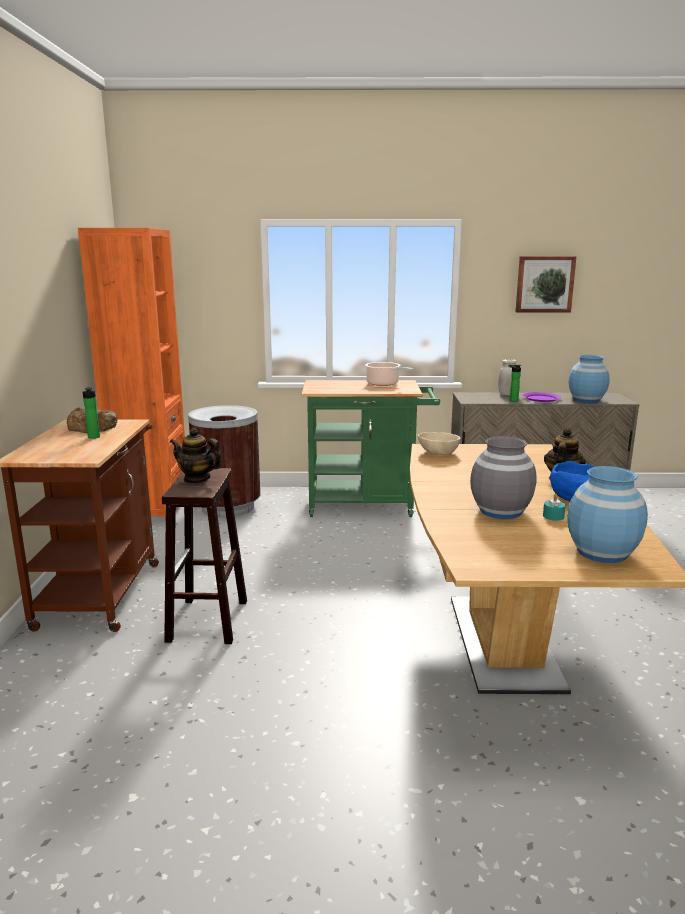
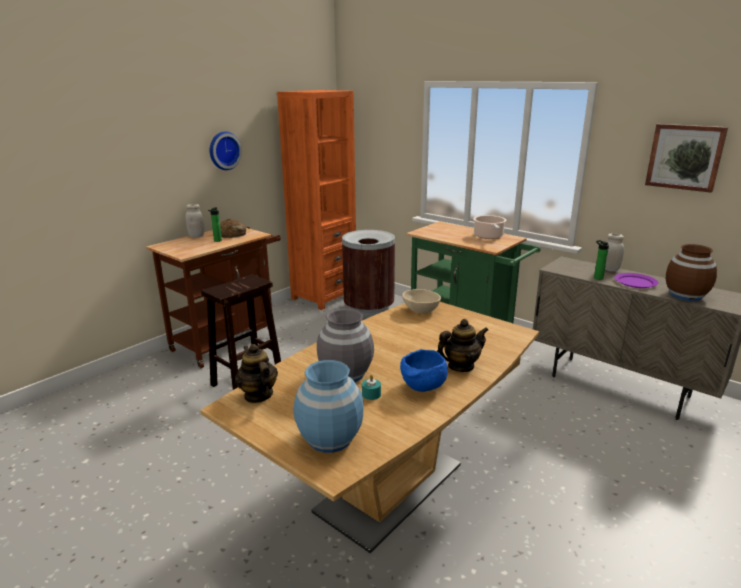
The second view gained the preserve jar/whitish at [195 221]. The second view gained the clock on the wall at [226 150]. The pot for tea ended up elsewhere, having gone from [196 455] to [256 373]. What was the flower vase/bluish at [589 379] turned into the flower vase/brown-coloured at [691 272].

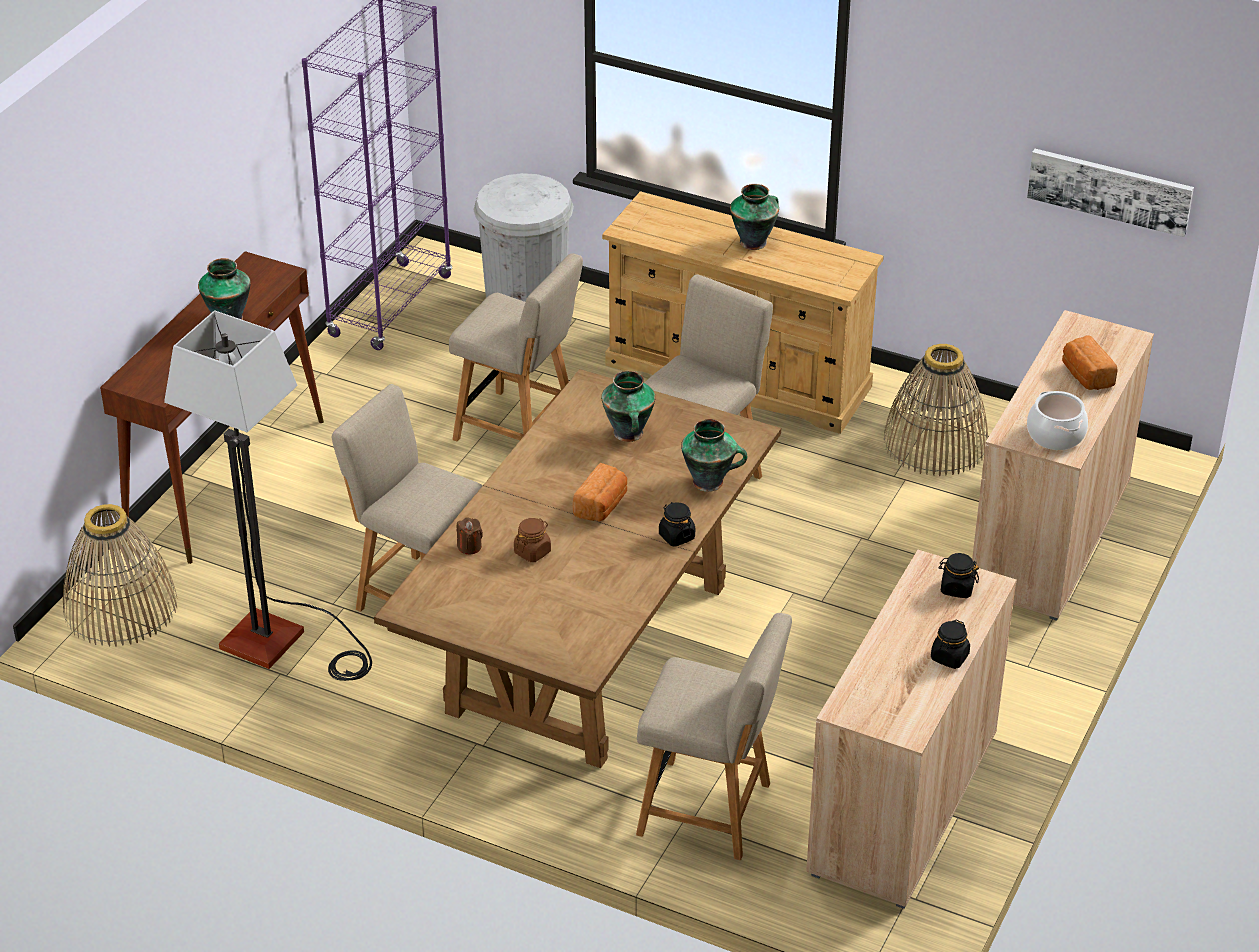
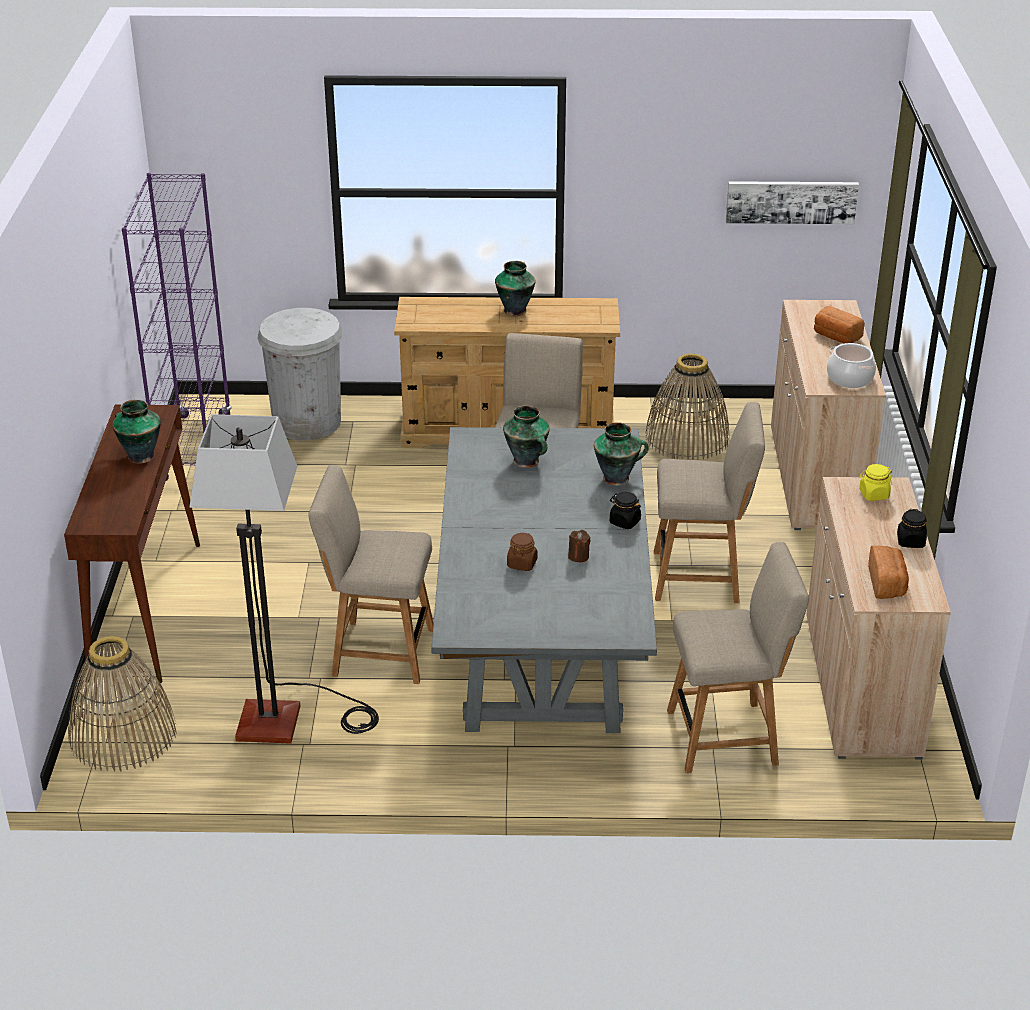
The upright chair/sand-coloured ended up elsewhere, having gone from [516 347] to [709 502]. The candle/brown-coloured ended up elsewhere, having gone from [470 535] to [579 546]. The bread ended up elsewhere, having gone from [600 492] to [888 572]. What was the dinner table/brown-coloured at [577 568] turned into the dinner table/greyish at [544 580]. What was the preserve jar/black-coloured at [958 575] turned into the preserve jar/yellow at [876 482].

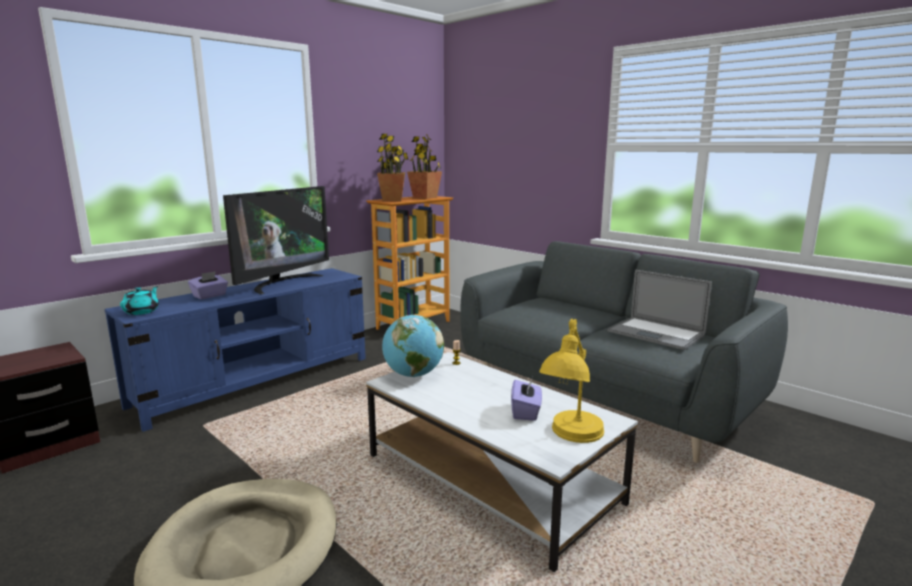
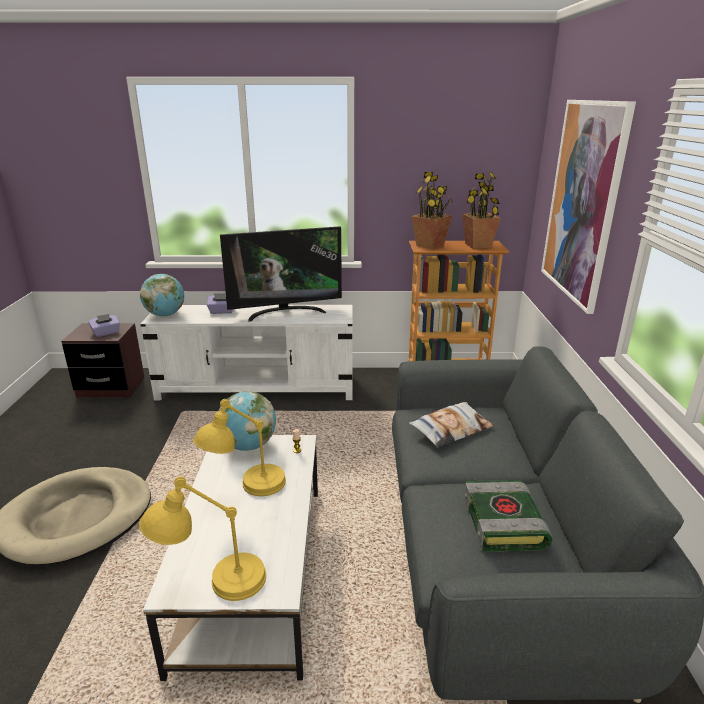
The second view gained the lamp for a table/yellow at [239 447]. The second view gained the throw pillow at [451 425]. The second view gained the wall picture at [588 207]. The tissue box/purple-coloured ended up elsewhere, having gone from [526 400] to [104 325]. Where the pot for tea/blue-green stood at [139 300], the desk globe came to stand at [162 295]. Where the laptop stood at [660 310], the book came to stand at [508 516]. What was the media console/bluish at [235 350] turned into the media console/whitish at [246 353].

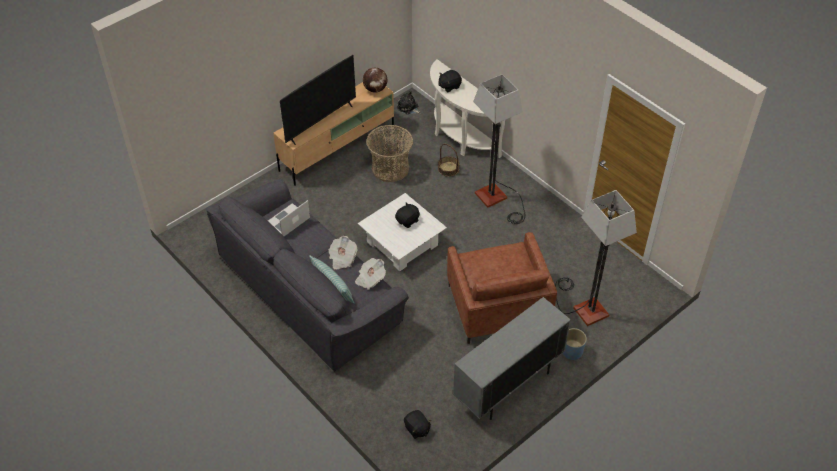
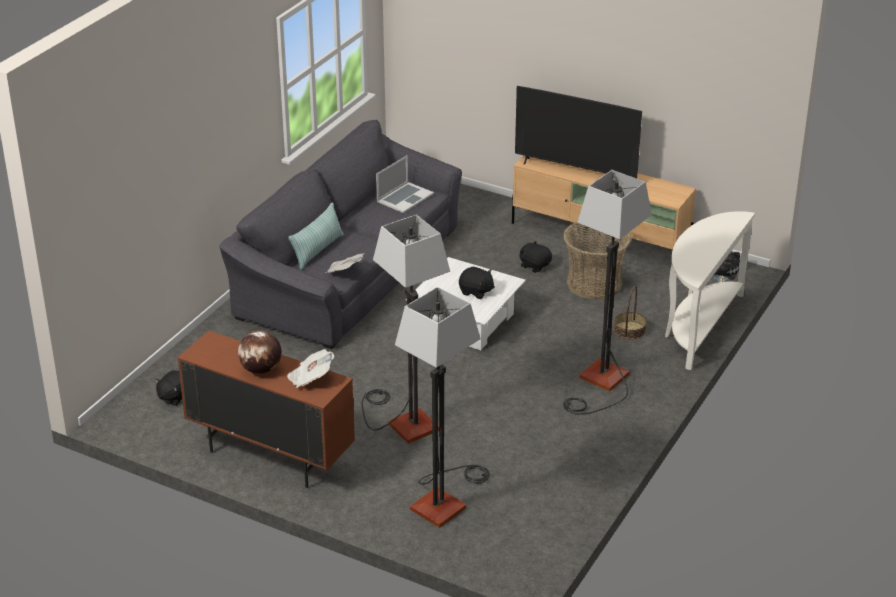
The second view lost the flower pot/bluish at [574 344]. The newspaper ended up elsewhere, having gone from [342 252] to [310 368]. The desk globe ended up elsewhere, having gone from [375 80] to [259 352]. The cuddly toy/black-coloured ended up elsewhere, having gone from [450 81] to [536 257]. Where the lounge chair/brown-coloured stood at [502 288], the standing lamp came to stand at [406 329]. What was the cabinet/greyish at [512 358] turned into the cabinet/brown-coloured at [266 409]. The laptop at [289 218] ended up facing another way, 105 degrees clockwise from before.

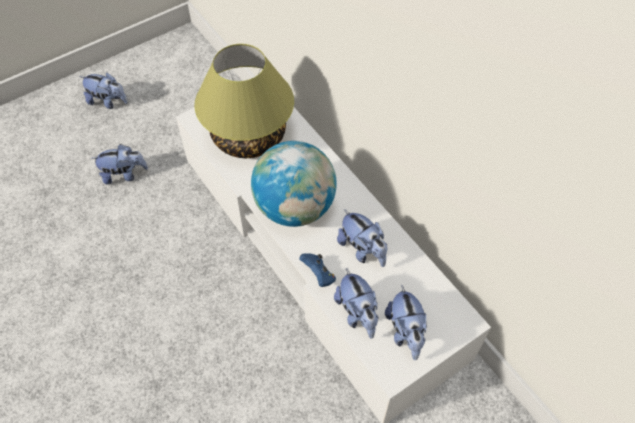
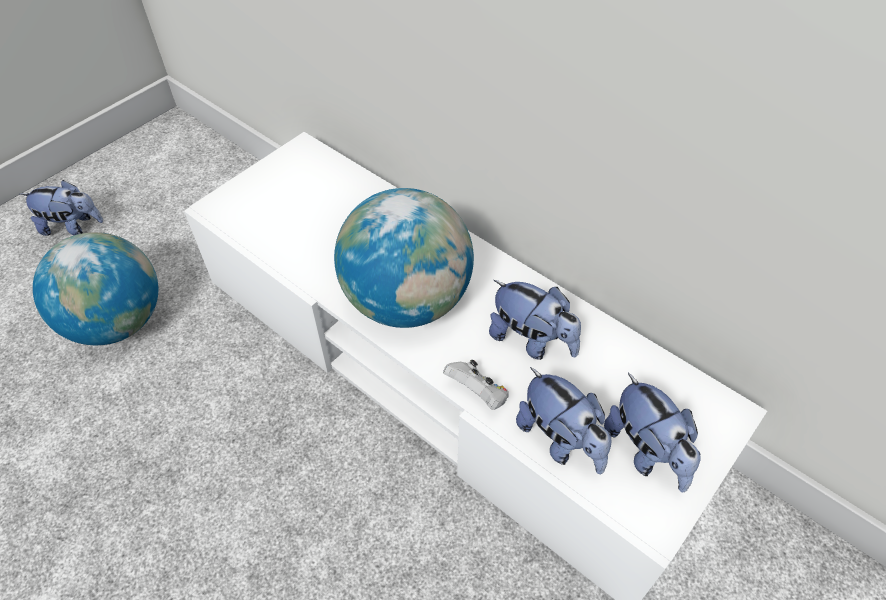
The second view lost the lamp for a table at [244 101]. Where the cuddly toy stood at [119 164], the desk globe came to stand at [95 288]. What was the gamepad/bluish at [317 270] turned into the gamepad/whitish at [476 385].

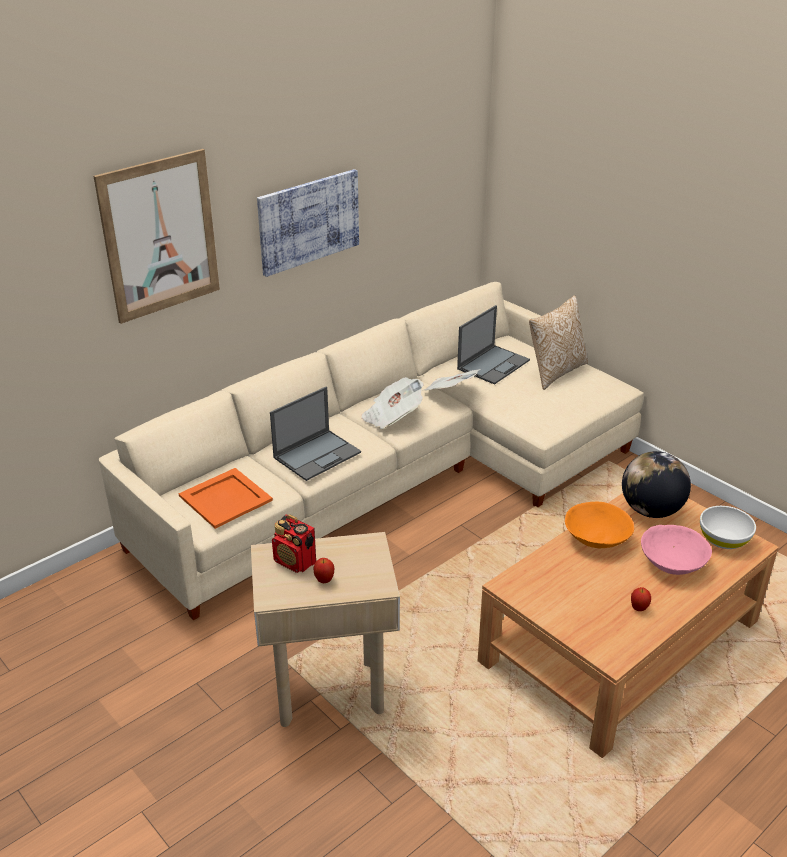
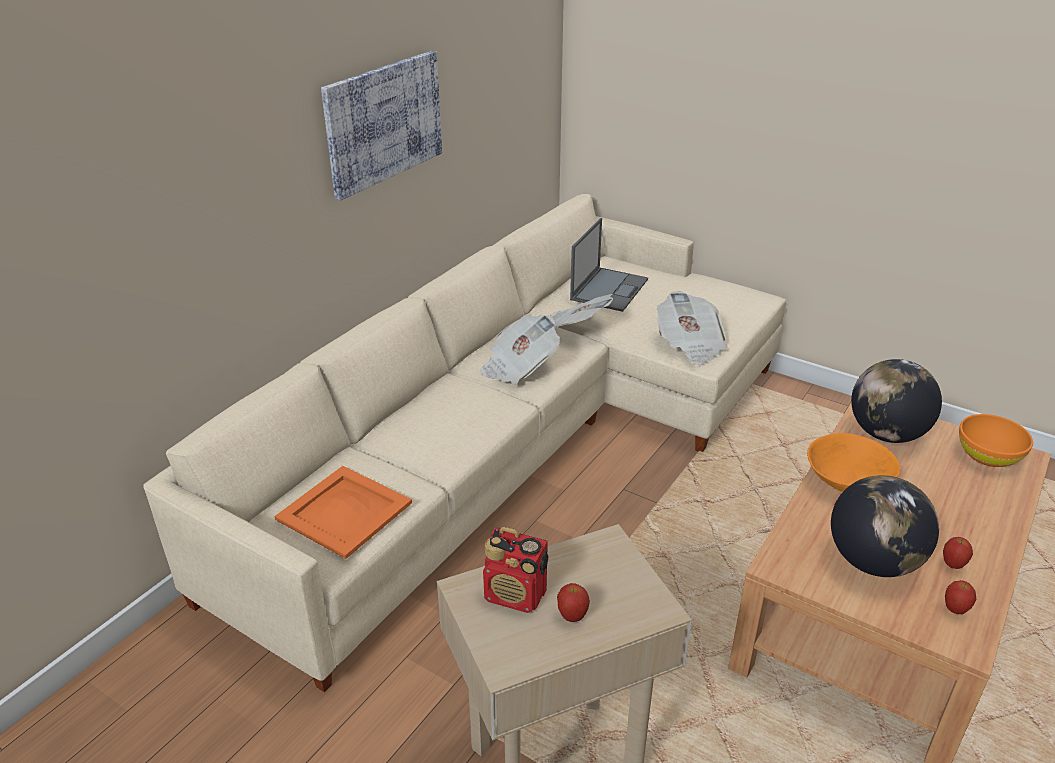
The second view lost the wall picture at [157 236]. The second view lost the laptop at [315 434]. The second view lost the throw pillow at [558 343]. The second view lost the deep dish/pinkish at [676 550]. The second view gained the newspaper at [692 328]. The second view gained the desk globe at [885 526]. The second view gained the apple at [960 597]. What was the deep dish/whitish at [728 527] turned into the deep dish/orange-coloured at [996 440].

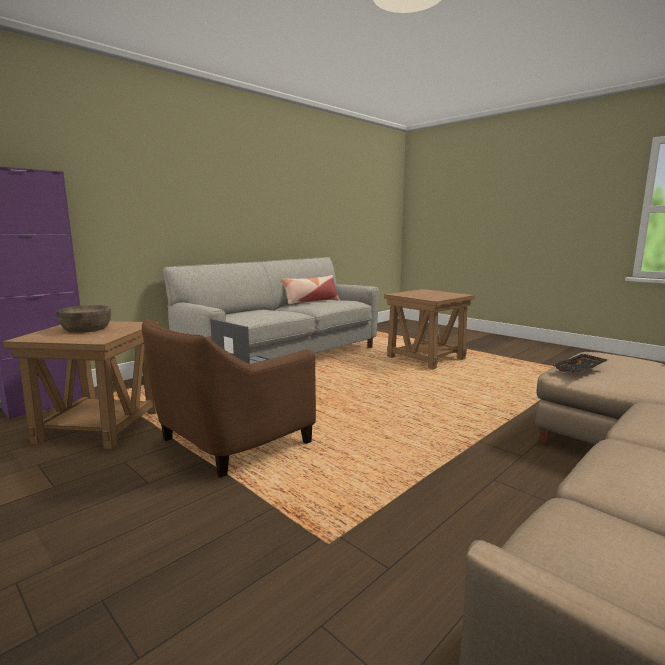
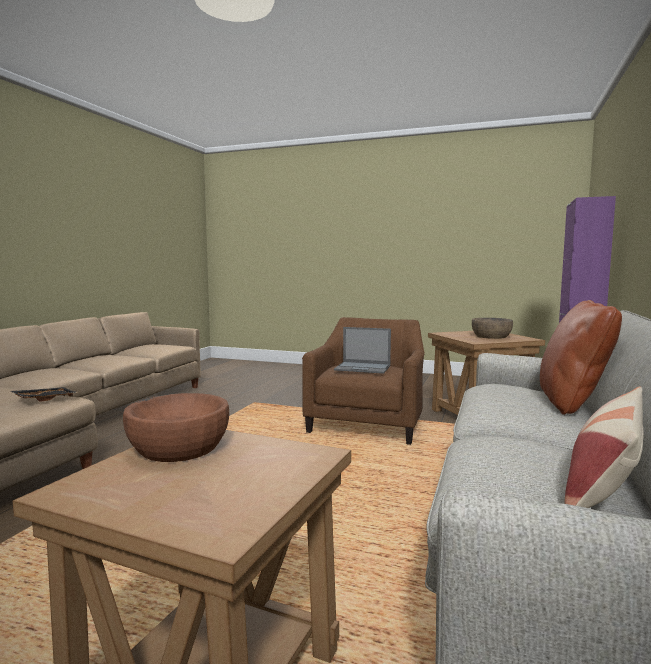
The second view gained the deep dish/brown-coloured at [176 427]. The second view gained the throw pillow/brown-coloured at [581 357].

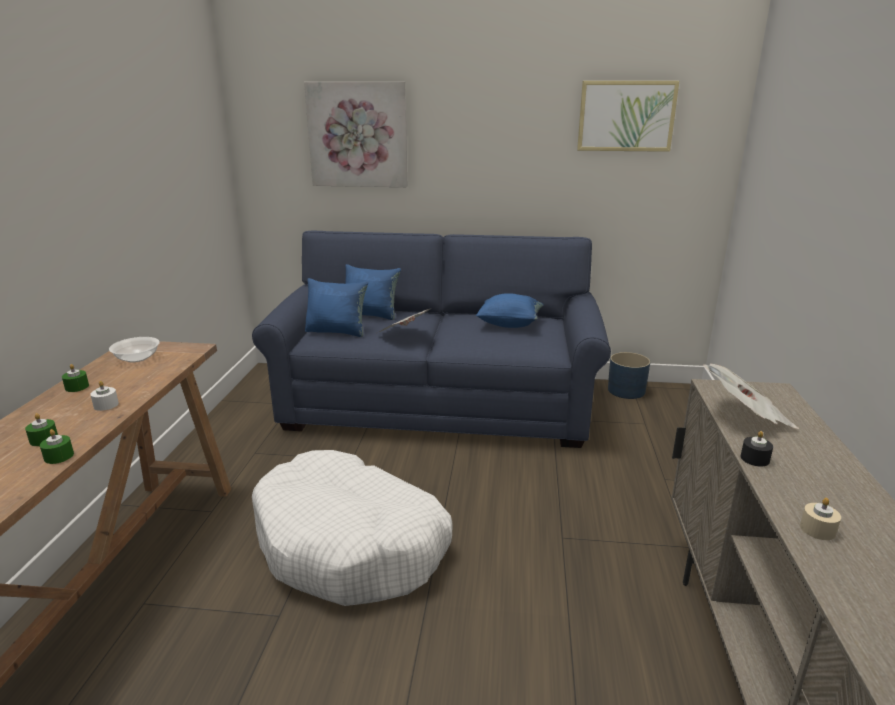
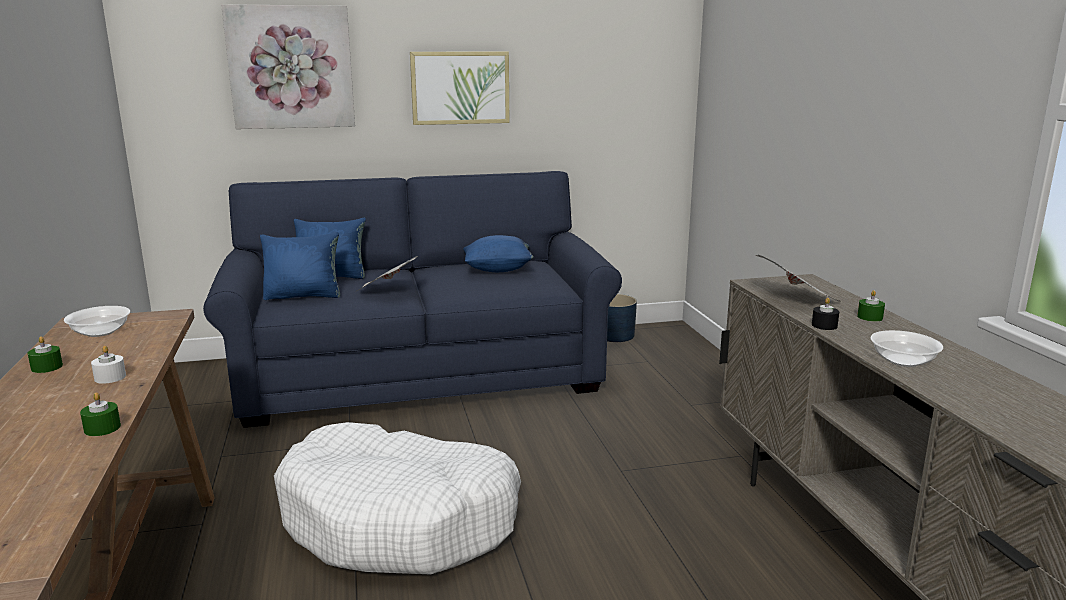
The candle/green-coloured ended up elsewhere, having gone from [41 429] to [871 306]. The wall picture ended up elsewhere, having gone from [628 116] to [459 88]. Where the candle/sand-coloured stood at [820 519], the deep dish came to stand at [906 348].

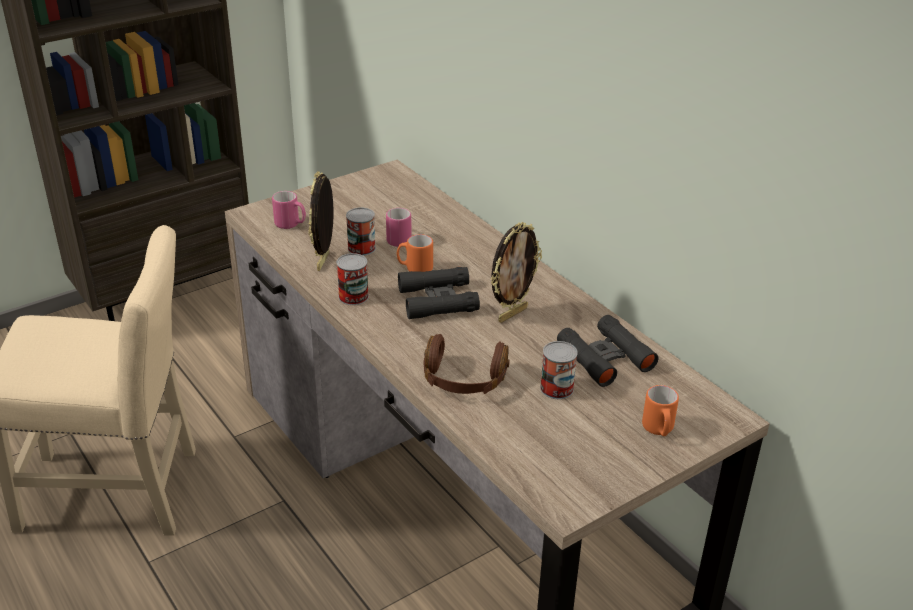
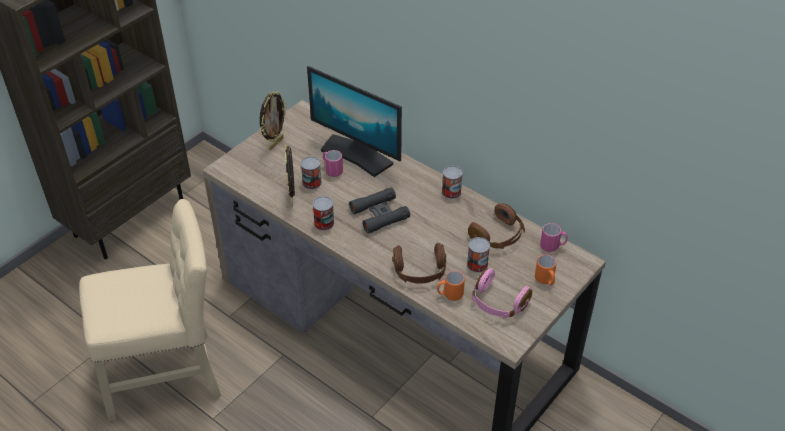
The second view gained the computer screen at [354 121]. The second view gained the can at [452 182]. The second view gained the pair of headphones/pinkish at [502 293]. The mug/pinkish ended up elsewhere, having gone from [289 210] to [554 237]. The mug/orange-coloured ended up elsewhere, having gone from [415 253] to [451 286]. The standing frame ended up elsewhere, having gone from [516 272] to [273 120]. Where the binoculars/black-coloured stood at [607 351], the pair of headphones/brown-coloured came to stand at [496 226].

